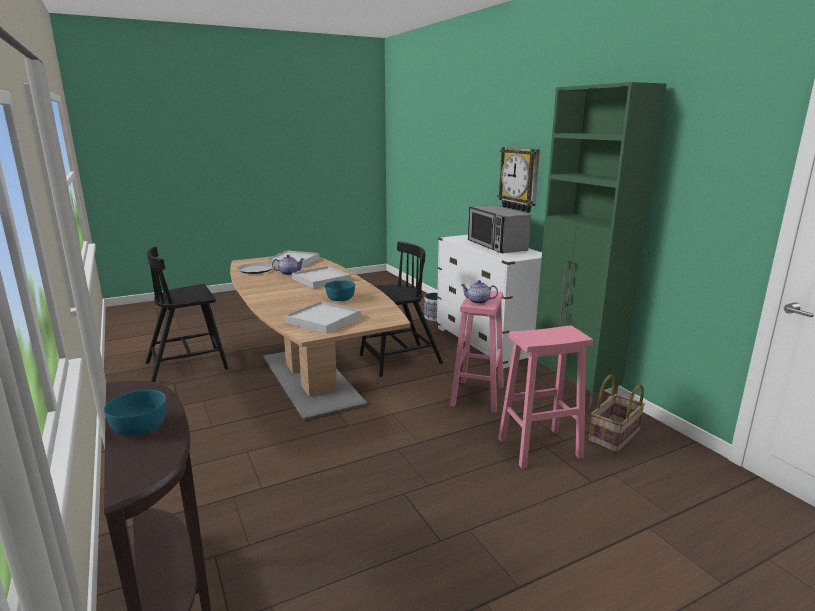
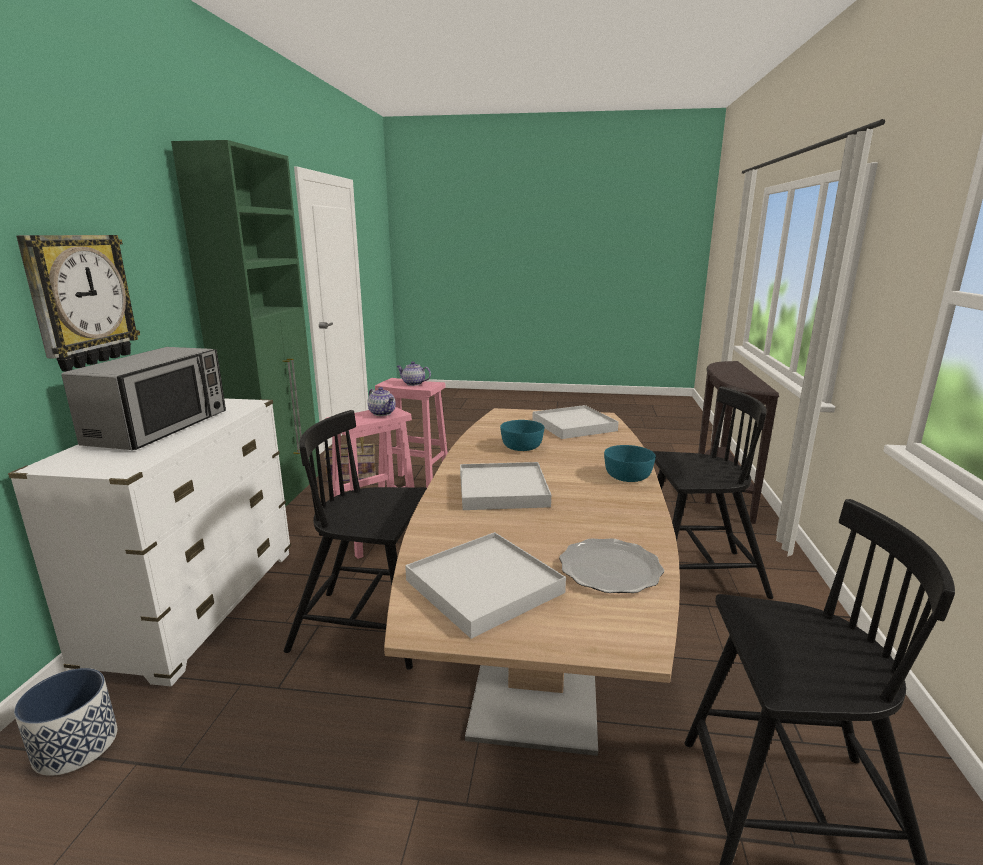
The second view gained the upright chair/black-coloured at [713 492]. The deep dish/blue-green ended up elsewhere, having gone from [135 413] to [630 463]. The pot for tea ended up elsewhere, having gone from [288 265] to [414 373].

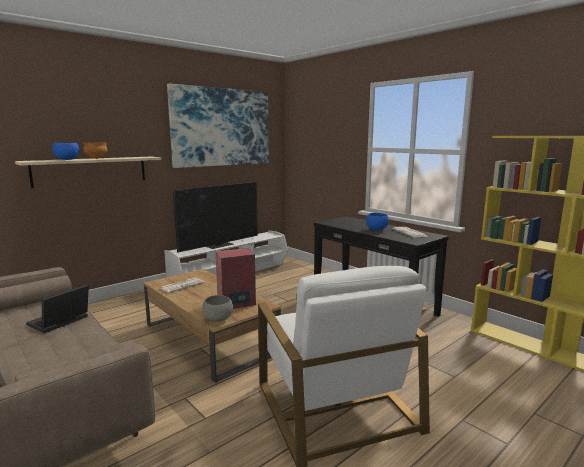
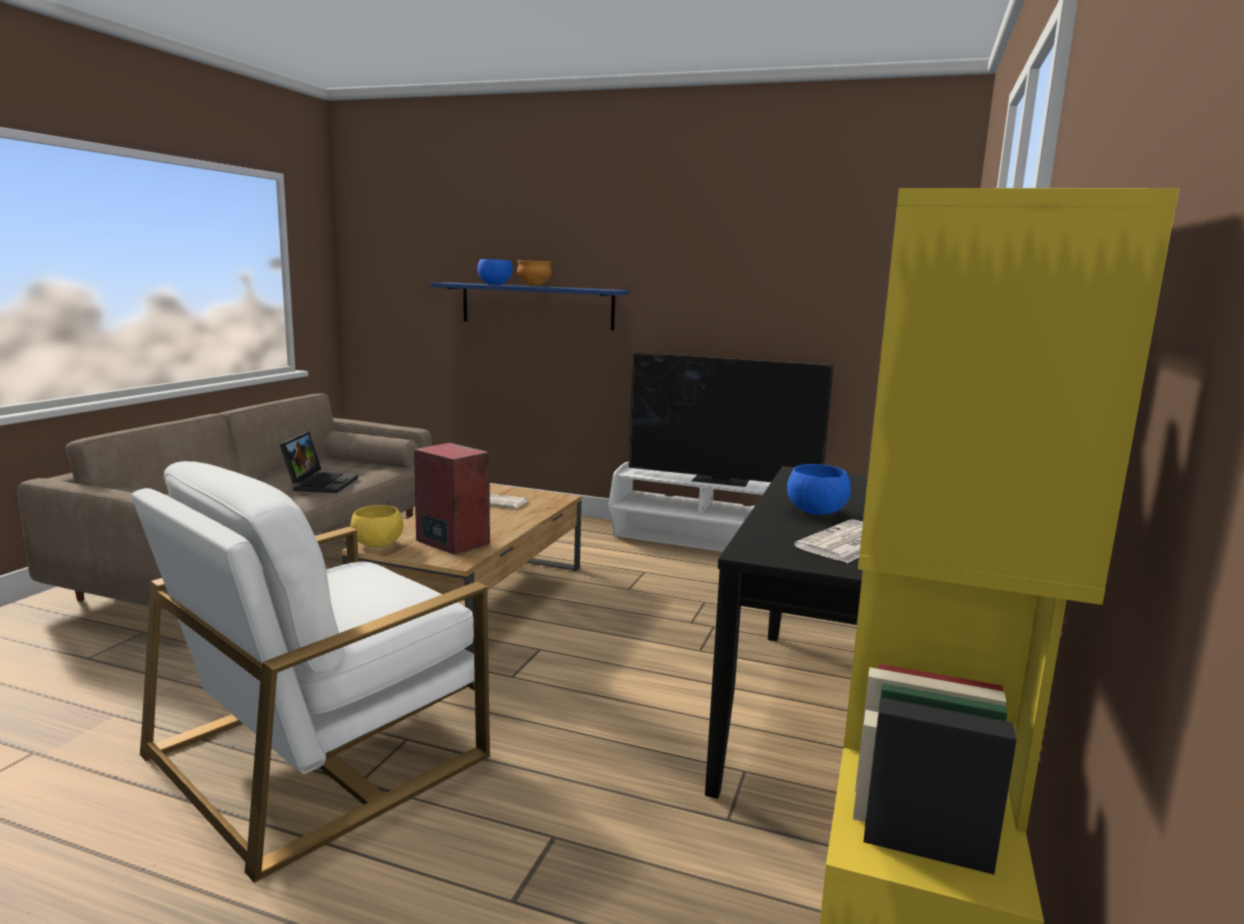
The second view lost the wall picture at [218 126]. What was the bracket shelf/sand-coloured at [88 172] turned into the bracket shelf/bluish at [530 306]. What was the deep dish/greyish at [217 308] turned into the deep dish/yellow at [377 526]. The laptop at [57 308] ended up facing another way, 90 degrees clockwise from before.

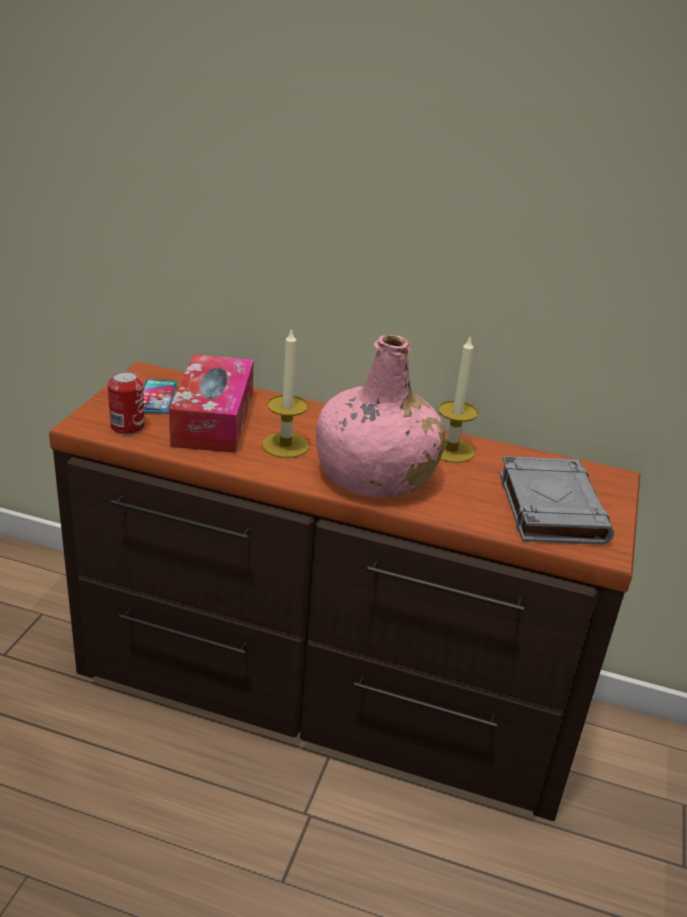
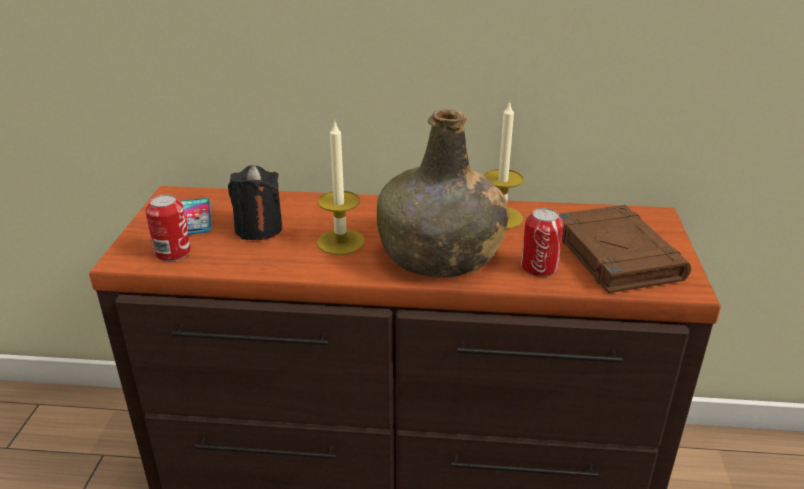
The second view gained the can at [542 242]. Where the tissue box stood at [211 403], the candle/black-coloured came to stand at [255 202]. What was the drink bottle/pinkish at [381 416] turned into the drink bottle/green-coloured at [443 194]. What was the book/greyish at [556 500] turned into the book/brown-coloured at [625 249].

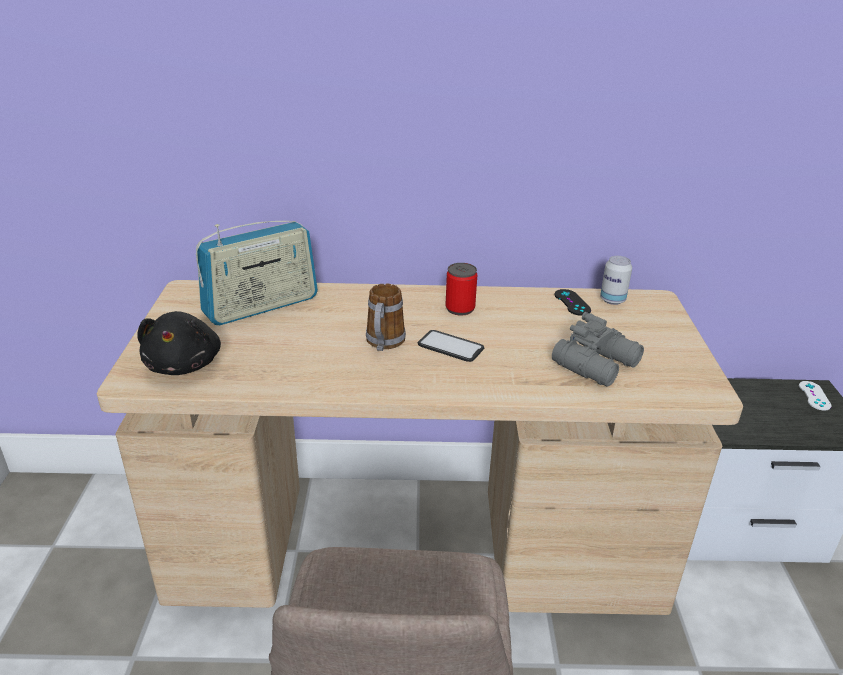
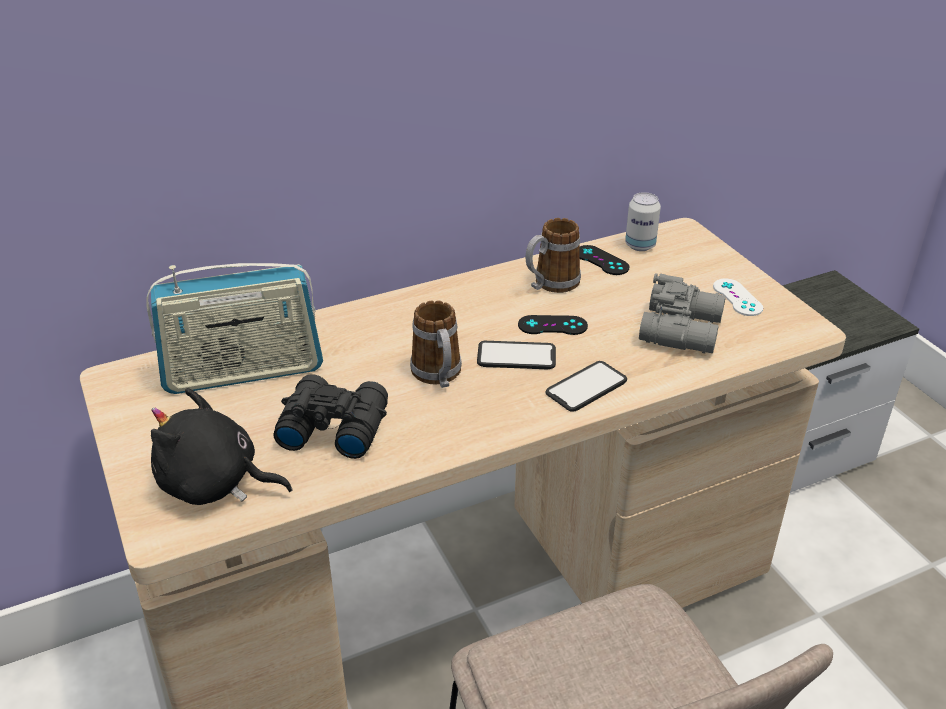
The second view lost the can at [461 289]. The second view gained the binoculars/black-coloured at [330 416]. The second view gained the gamepad/black-coloured at [553 325]. The second view gained the mug at [553 255]. The second view gained the handset at [586 386]. The gamepad/whitish ended up elsewhere, having gone from [815 396] to [738 297]. The cuddly toy/black-coloured at [179 343] ended up facing another way, 135 degrees clockwise from before. The radio receiver at [257 273] ended up facing another way, 45 degrees clockwise from before.

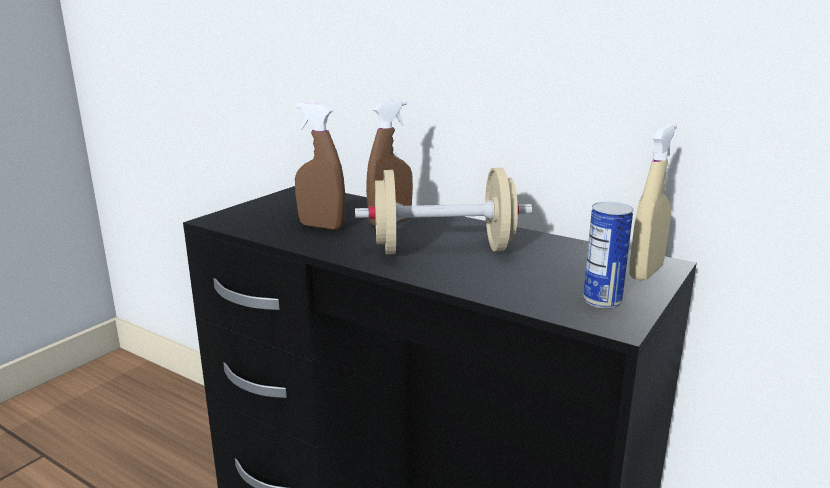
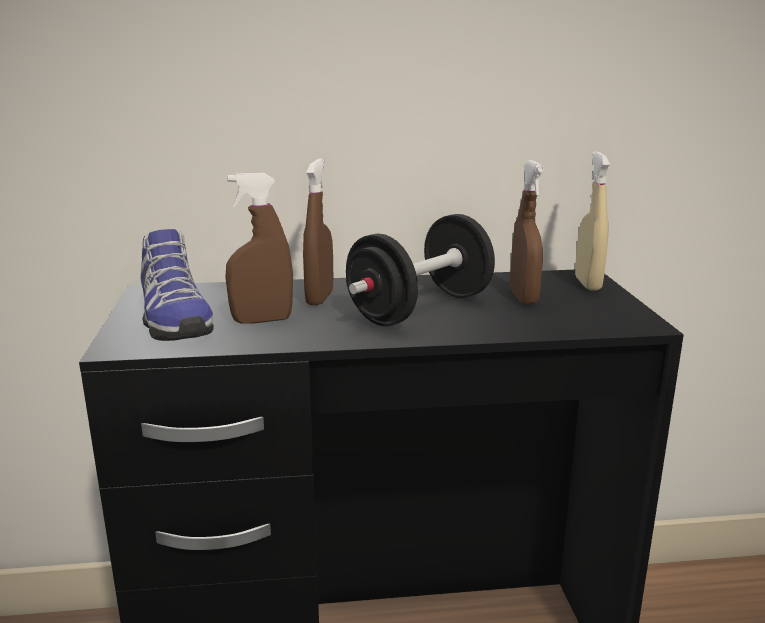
The second view lost the can at [608 255]. The second view gained the low shoe at [177 285]. The second view gained the sprayer/brown-coloured at [526 232]. What was the dumbbell/sand-coloured at [443 211] turned into the dumbbell/black-coloured at [420 270].

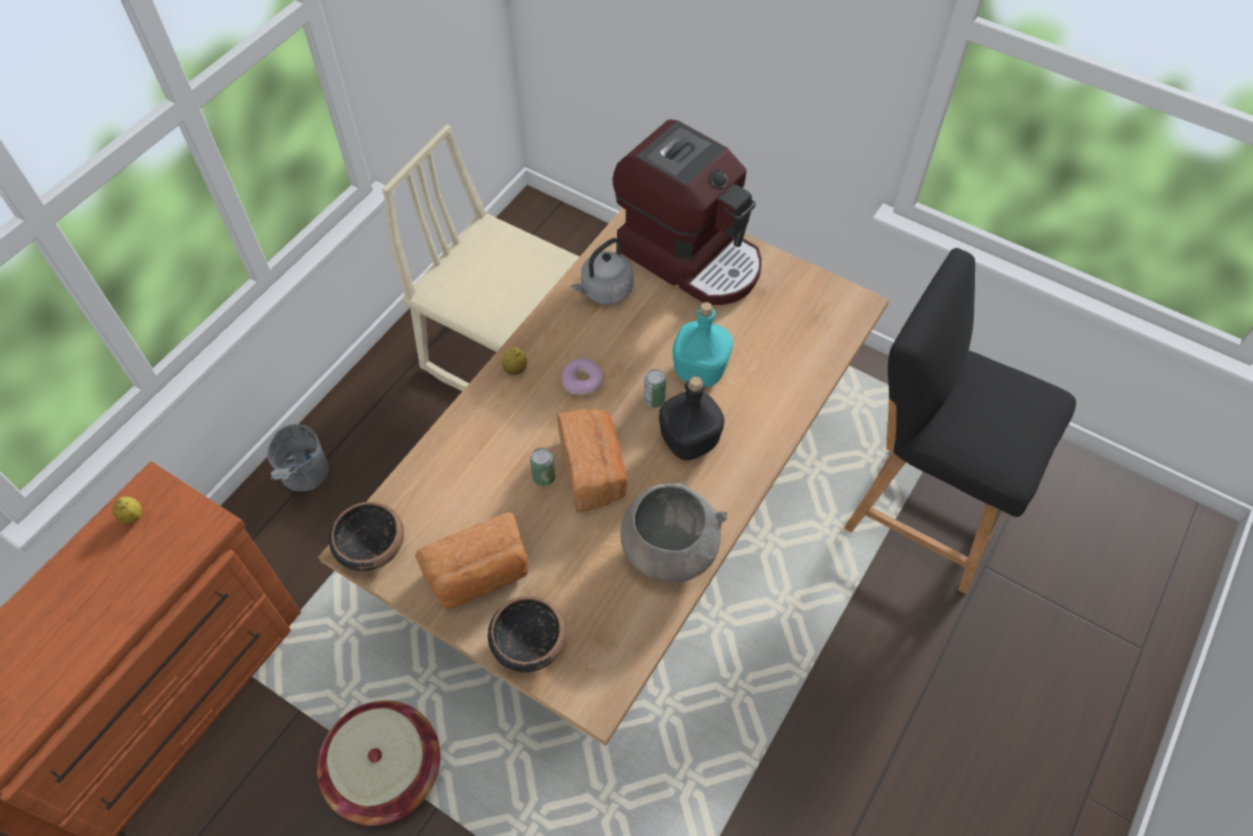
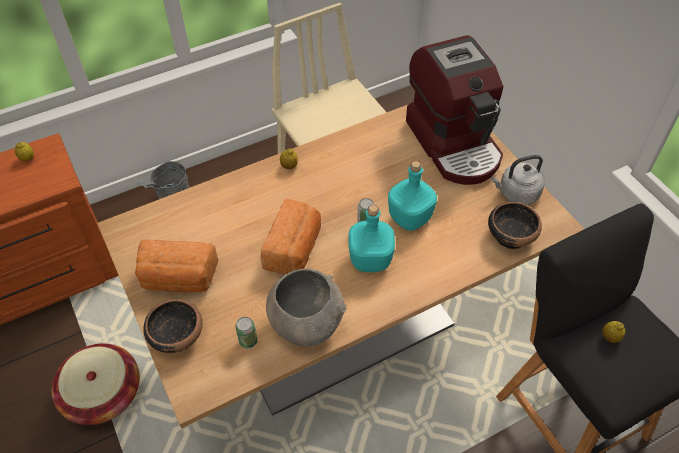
The second view lost the doughnut at [582 376]. The second view gained the whole lemon at [613 332]. The deep dish ended up elsewhere, having gone from [366 536] to [515 225]. The can ended up elsewhere, having gone from [542 467] to [246 332]. The kettle/greyish ended up elsewhere, having gone from [602 271] to [518 180]. What was the drink bottle/black-coloured at [691 418] turned into the drink bottle/blue-green at [371 238].

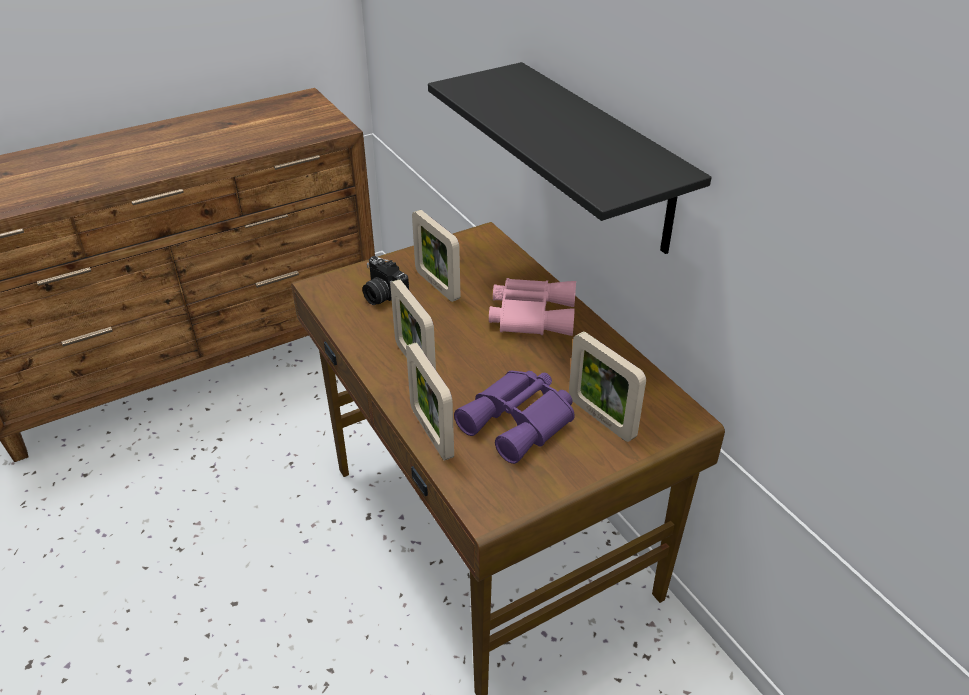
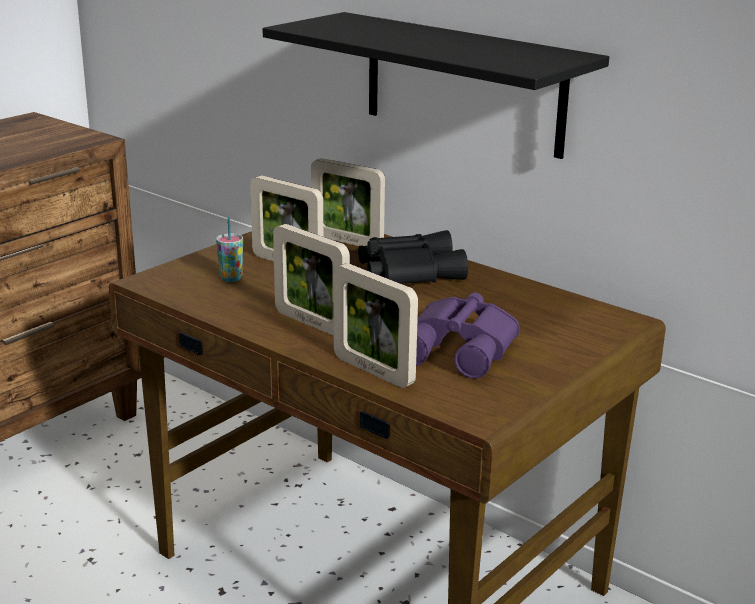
The standing frame ended up elsewhere, having gone from [607 387] to [348 202]. Where the photo camera stood at [386 280], the small cup came to stand at [229 249]. What was the binoculars/pinkish at [532 307] turned into the binoculars/black-coloured at [413 257].

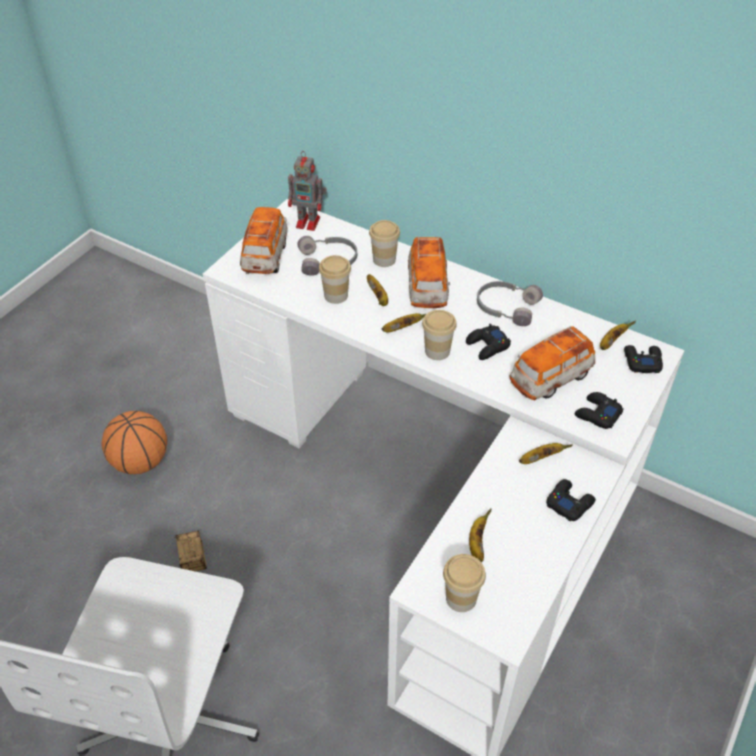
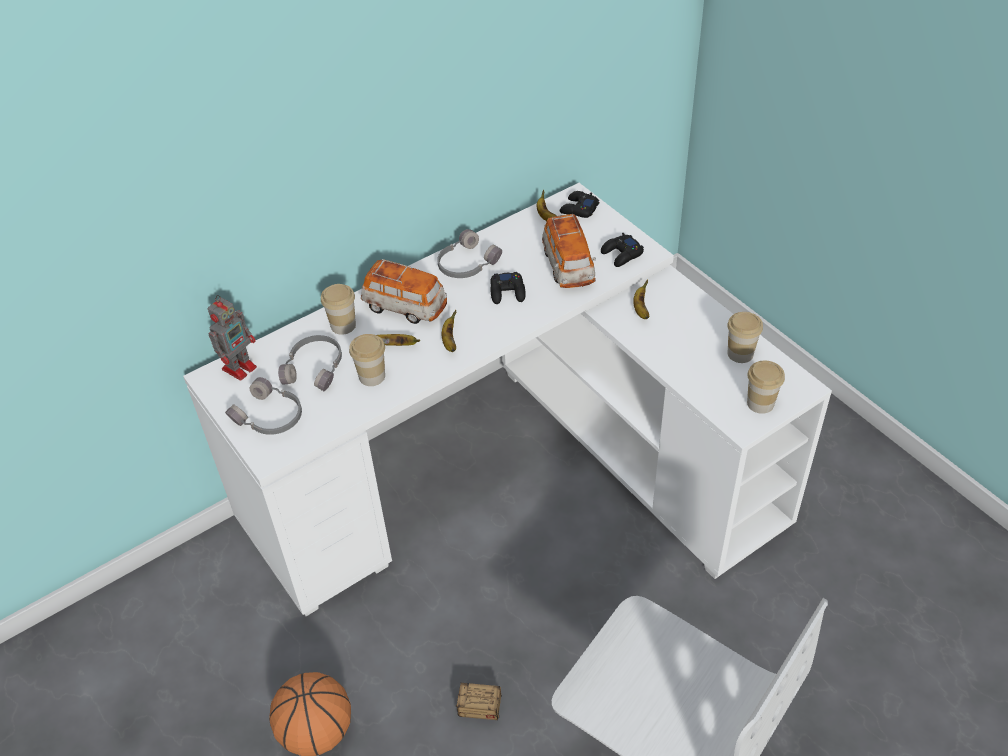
The second view lost the banana at [480 535]. The second view lost the gamepad/black-coloured at [571 500]. The small cup ended up elsewhere, having gone from [439 335] to [745 337]. Where the toy car stood at [264 240], the pair of headphones/greyish came to stand at [263 406].

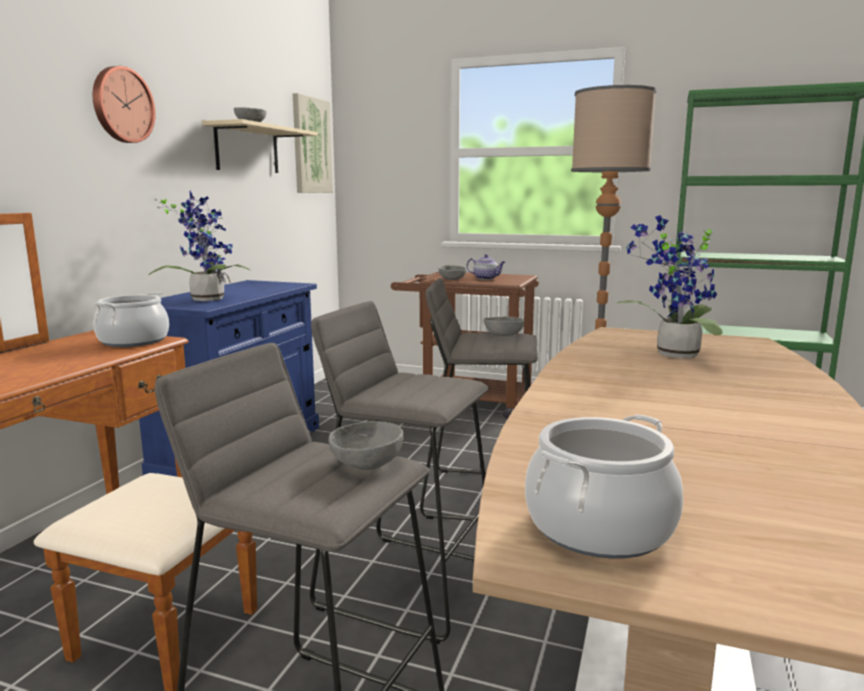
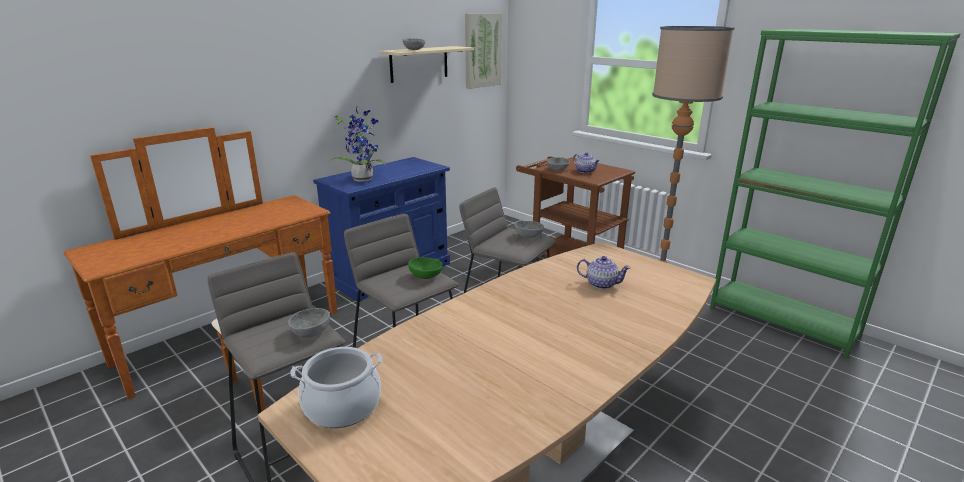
The second view lost the clock on the wall at [124 104]. The second view lost the saucepot at [131 319]. The second view gained the deep dish/green-coloured at [425 268]. Where the houseplant stood at [669 286], the pot for tea came to stand at [604 272].

